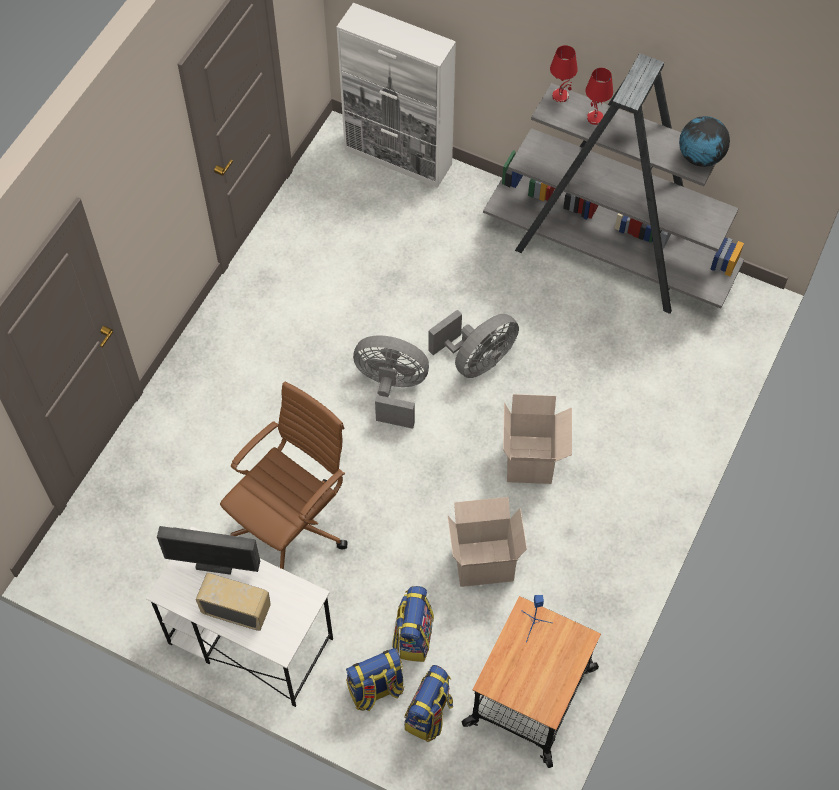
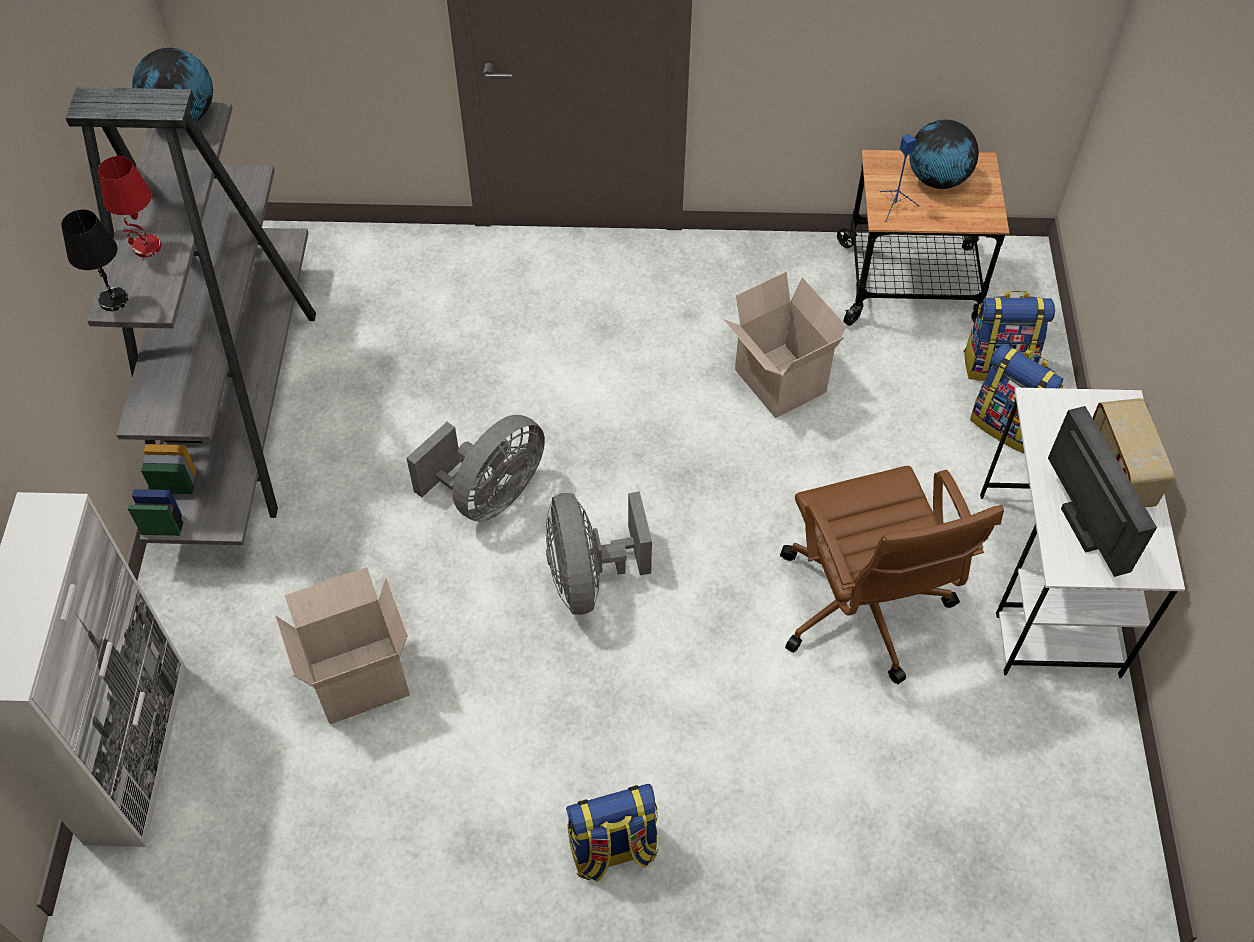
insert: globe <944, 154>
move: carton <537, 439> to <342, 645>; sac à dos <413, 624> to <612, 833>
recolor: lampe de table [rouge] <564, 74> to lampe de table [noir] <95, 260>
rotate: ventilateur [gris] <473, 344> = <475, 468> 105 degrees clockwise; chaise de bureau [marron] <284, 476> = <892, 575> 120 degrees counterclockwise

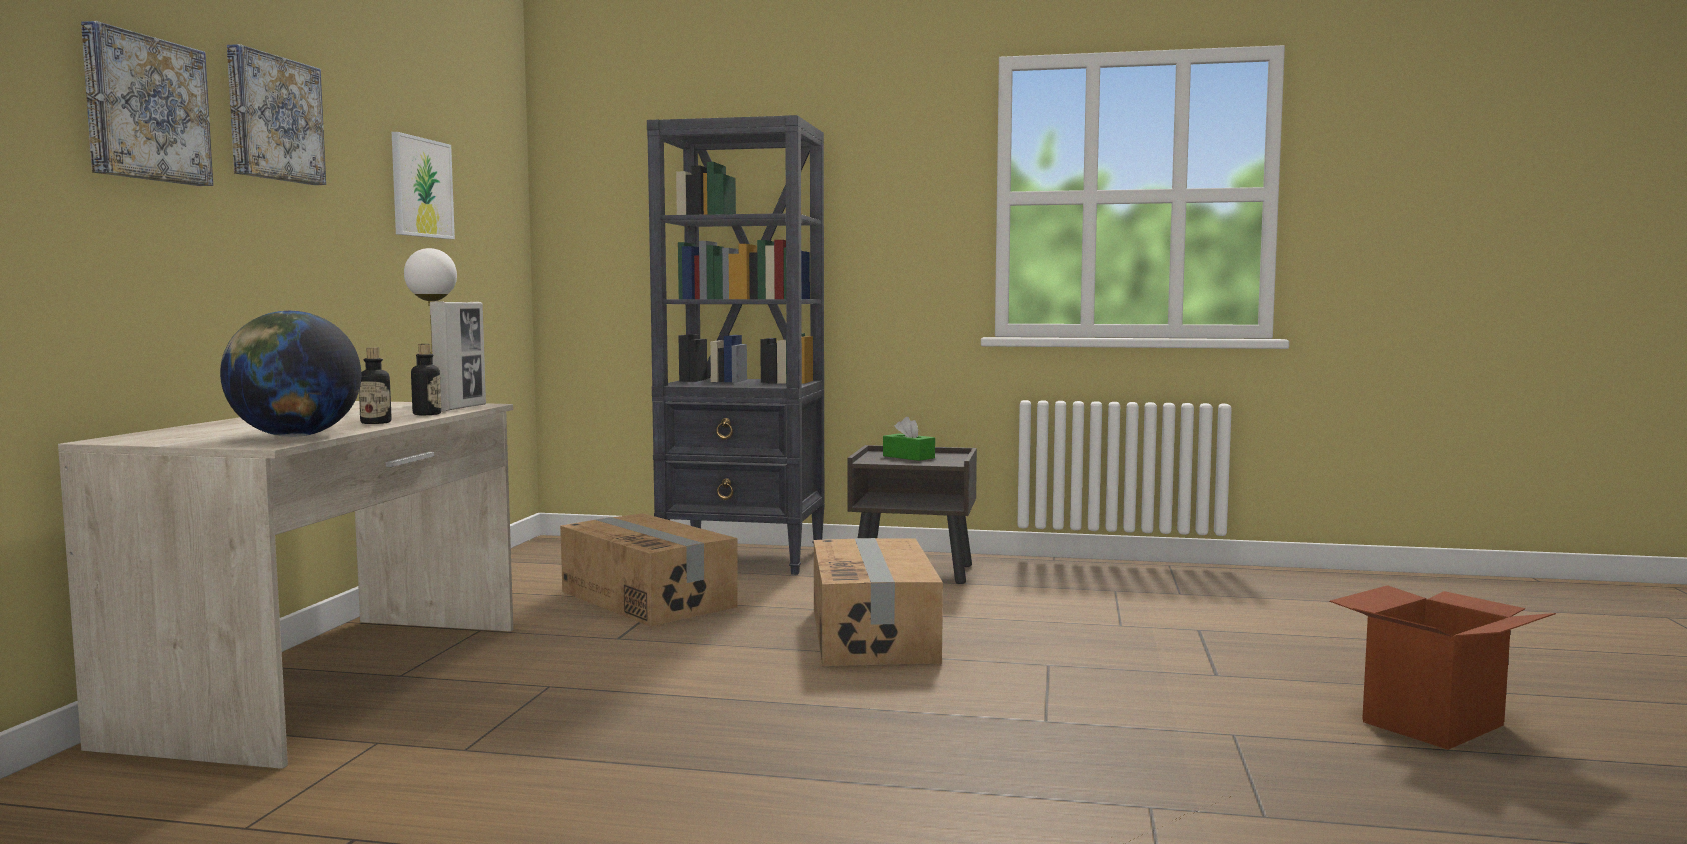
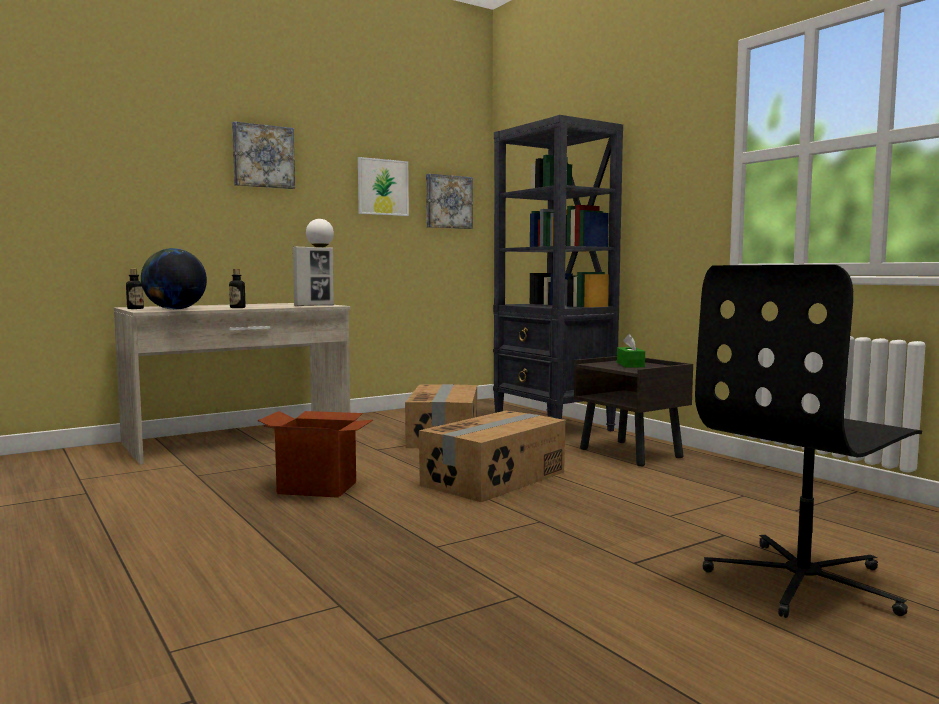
insert: chaise de bureau [noir] <808, 441>
move: tableau <147, 103> to <449, 201>; bouteille <426, 379> to <135, 289>; carton <1443, 667> to <315, 454>

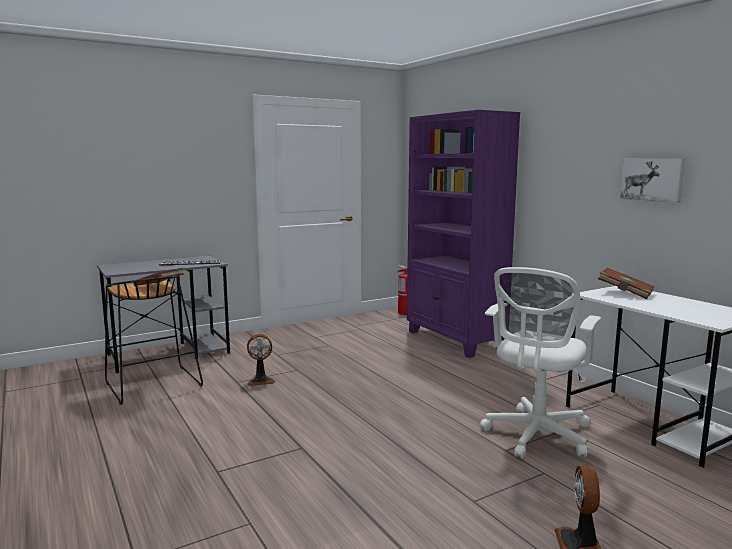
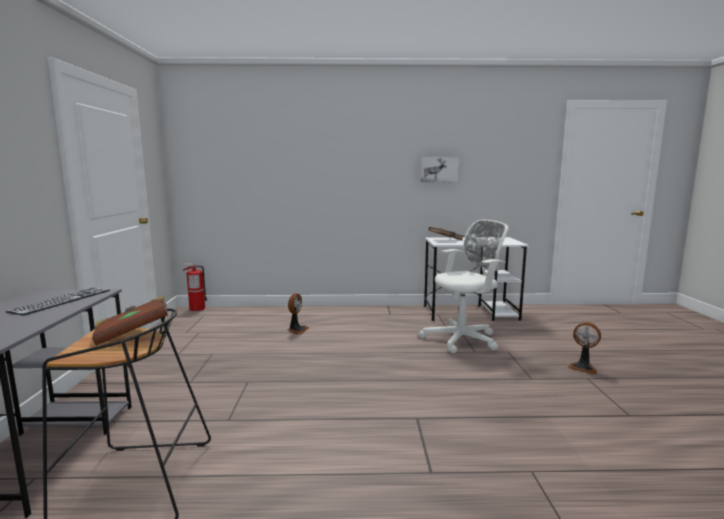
delete: bibliothèque [violet] <463, 234>
move: ventilateur <261, 360> to <298, 314>
rotate: chaise de bureau [blanc] <540, 363> = <463, 286> 90 degrees counterclockwise

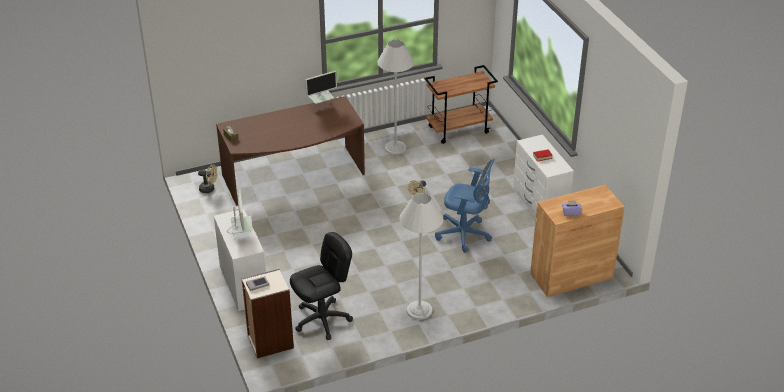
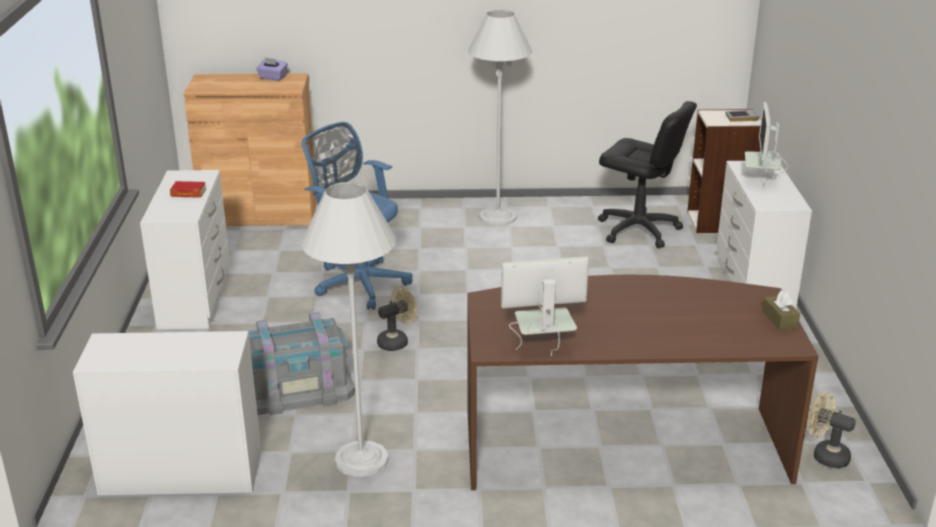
insert: boîte de rangement [gris] <301, 363>
replace: chariot [marron] <461, 104> to commode [blanc] <167, 413>
rotate: chaise de bureau [noir] <321, 286> = <647, 174> 135 degrees counterclockwise

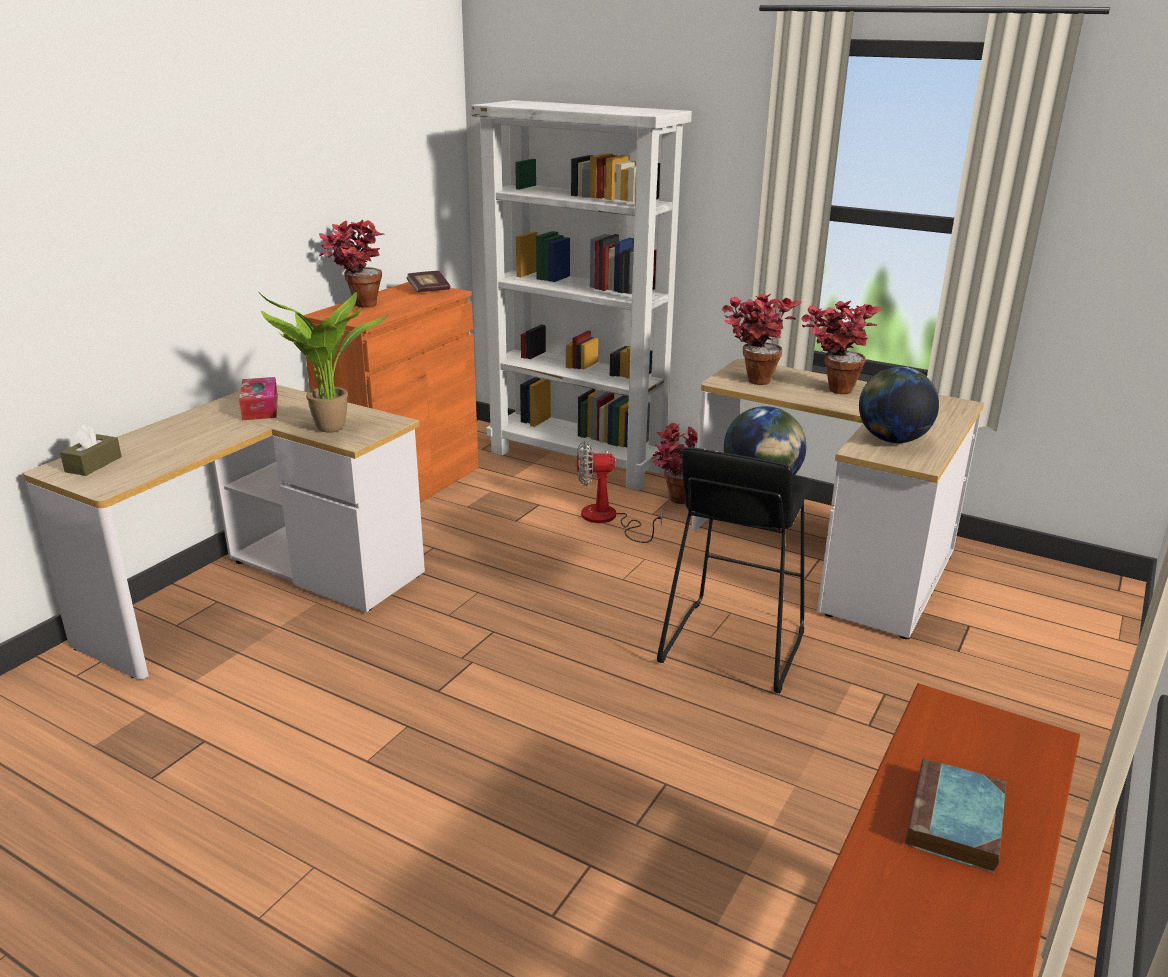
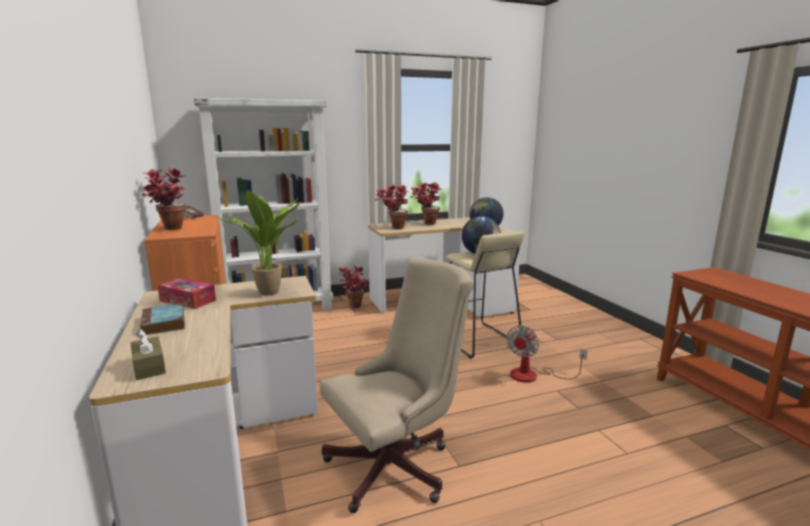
insert: chaise de bureau [beige] <397, 385>
move: ventilateur <620, 492> to <546, 354>; livre <956, 816> to <162, 319>
recolor: tabouret [noir] <734, 570> to tabouret [beige] <485, 294>

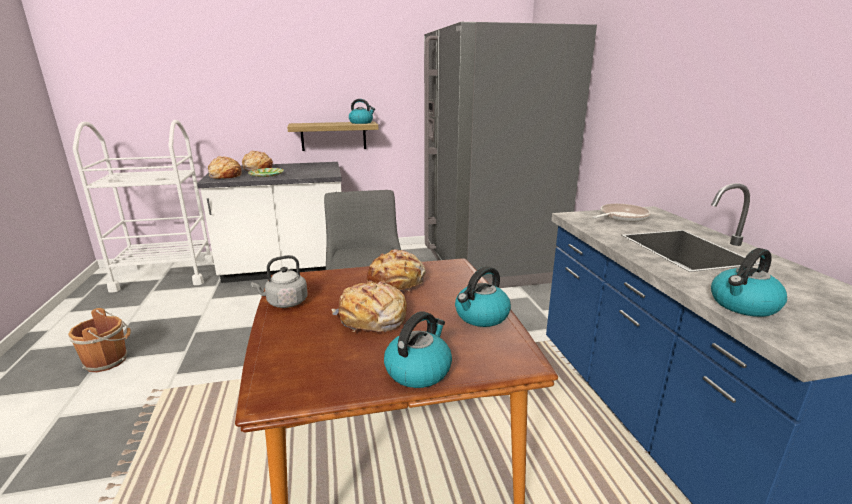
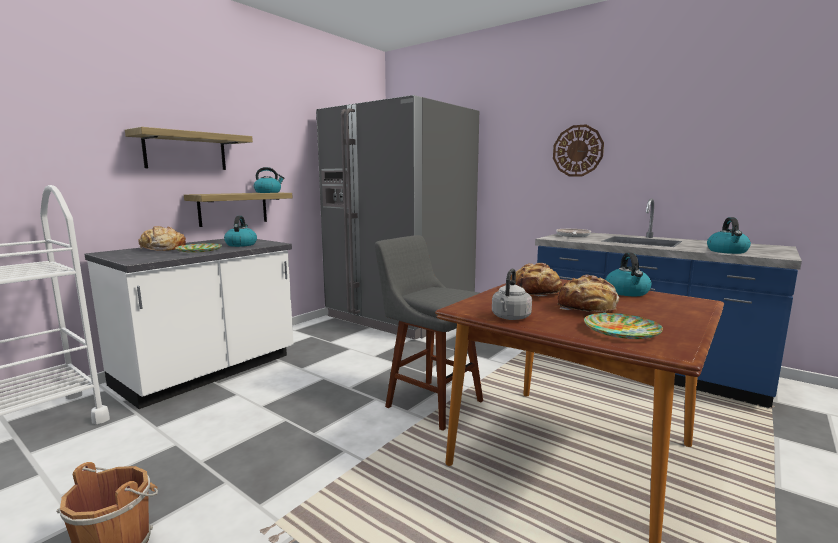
delete: pain <225, 167>
insert: horloge murale <578, 150>; étagère <189, 148>; assiette <623, 326>
move: bouilloire <418, 349> to <240, 231>

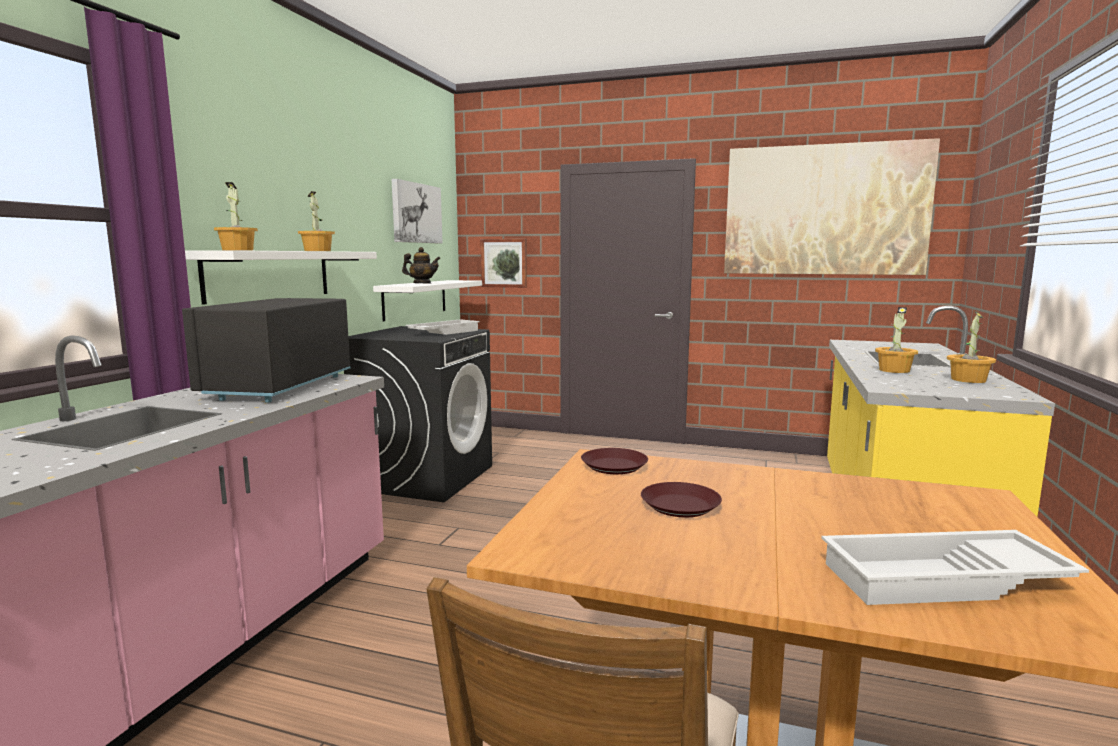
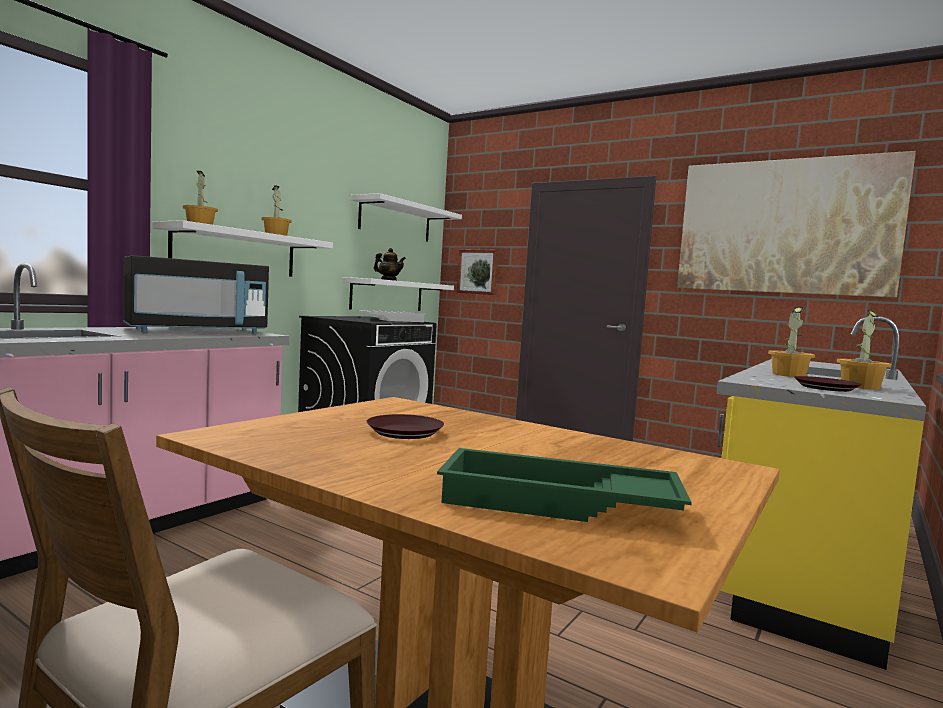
move: assiette [marron] <614, 461> to <827, 384>
replace: tableau <417, 211> to étagère [blanc] <406, 217>
recolor: plateau [blanc] <955, 567> to plateau [vert] <564, 485>
rotate: micro-ondes [noir] <266, 350> = <196, 294> 150 degrees counterclockwise

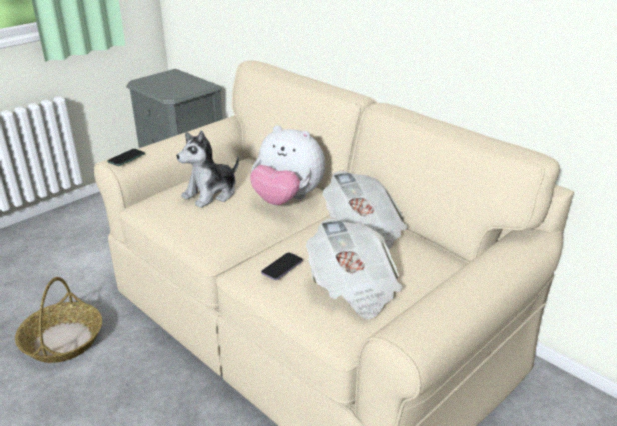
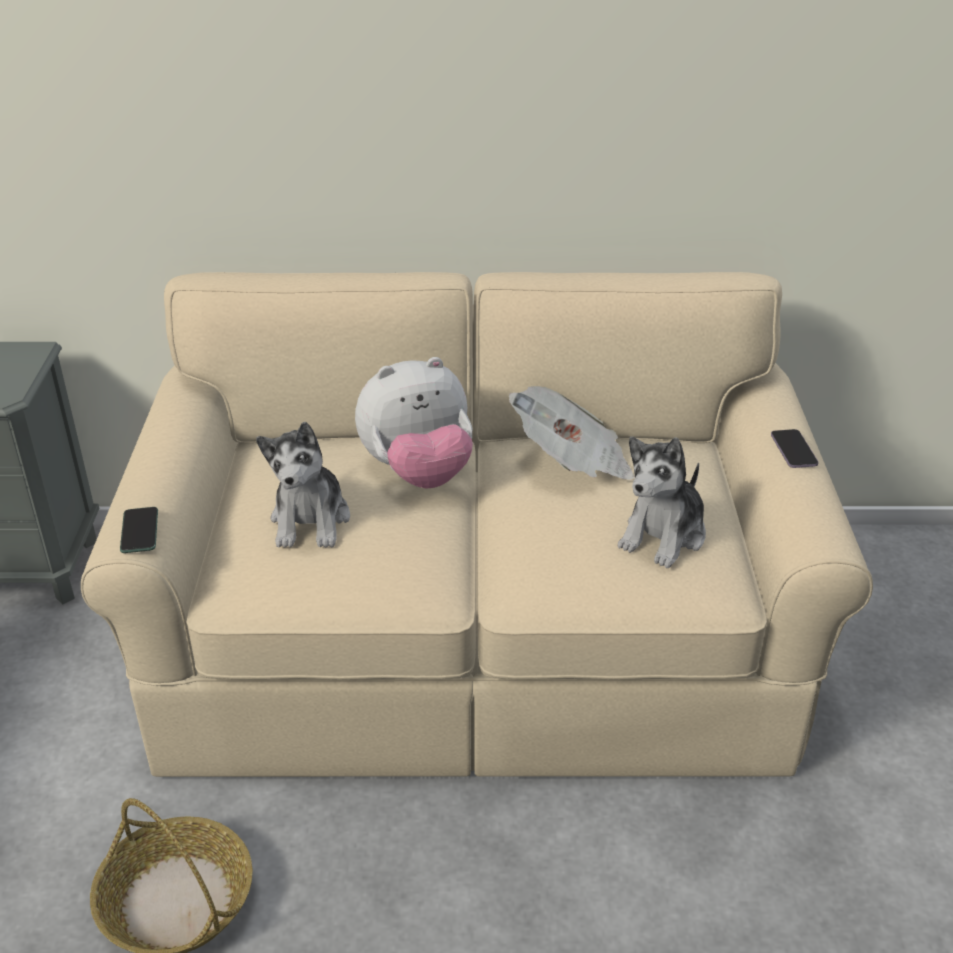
move: téléphone <282, 266> to <794, 448>
replace: journal <354, 268> to peluche <661, 502>

